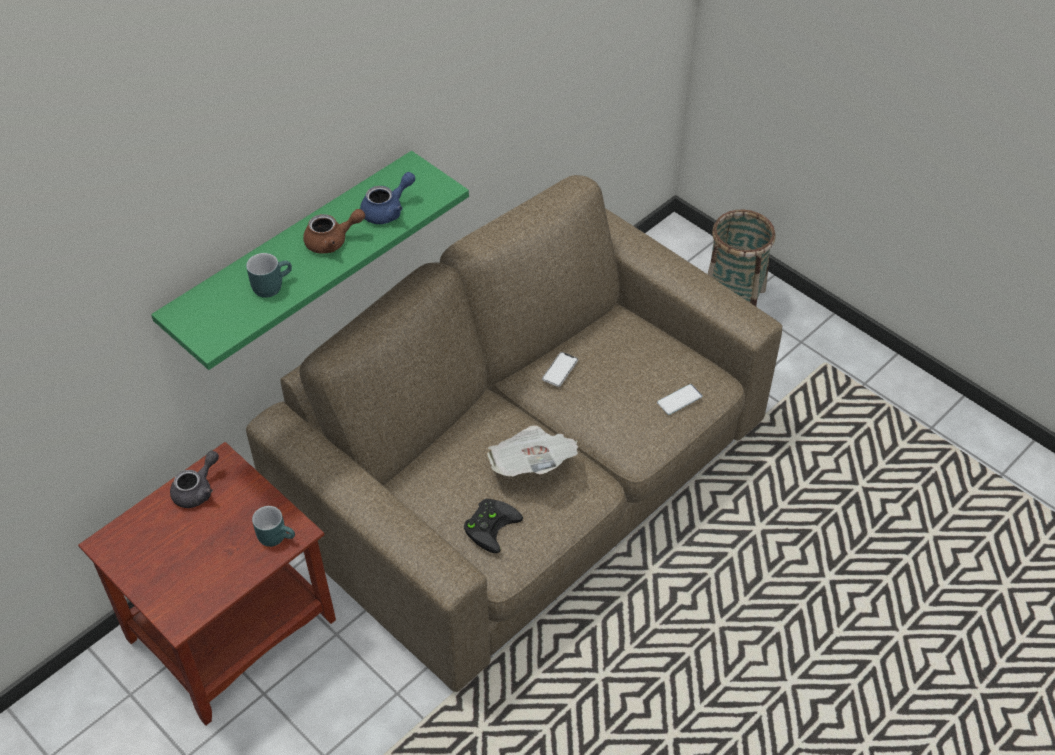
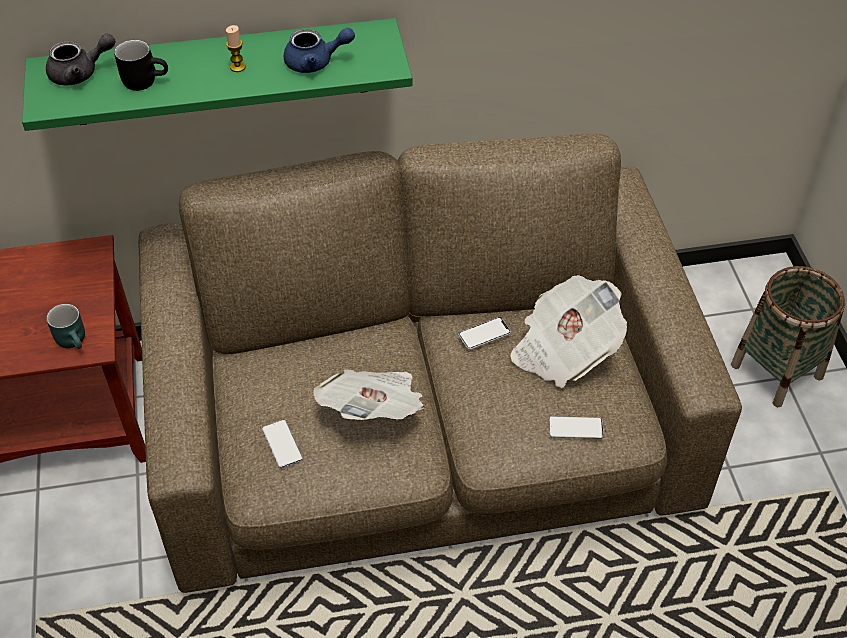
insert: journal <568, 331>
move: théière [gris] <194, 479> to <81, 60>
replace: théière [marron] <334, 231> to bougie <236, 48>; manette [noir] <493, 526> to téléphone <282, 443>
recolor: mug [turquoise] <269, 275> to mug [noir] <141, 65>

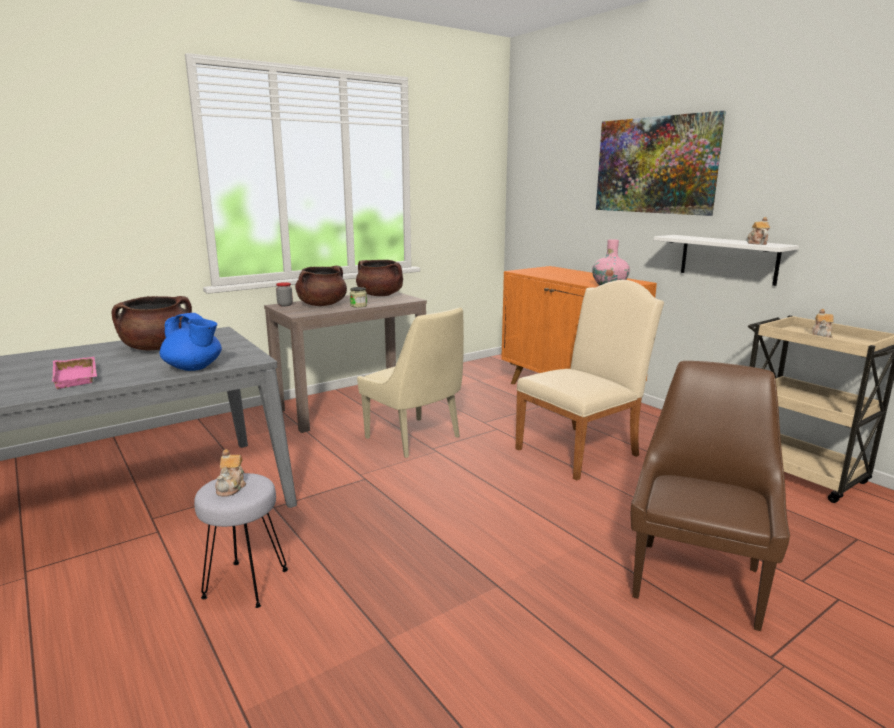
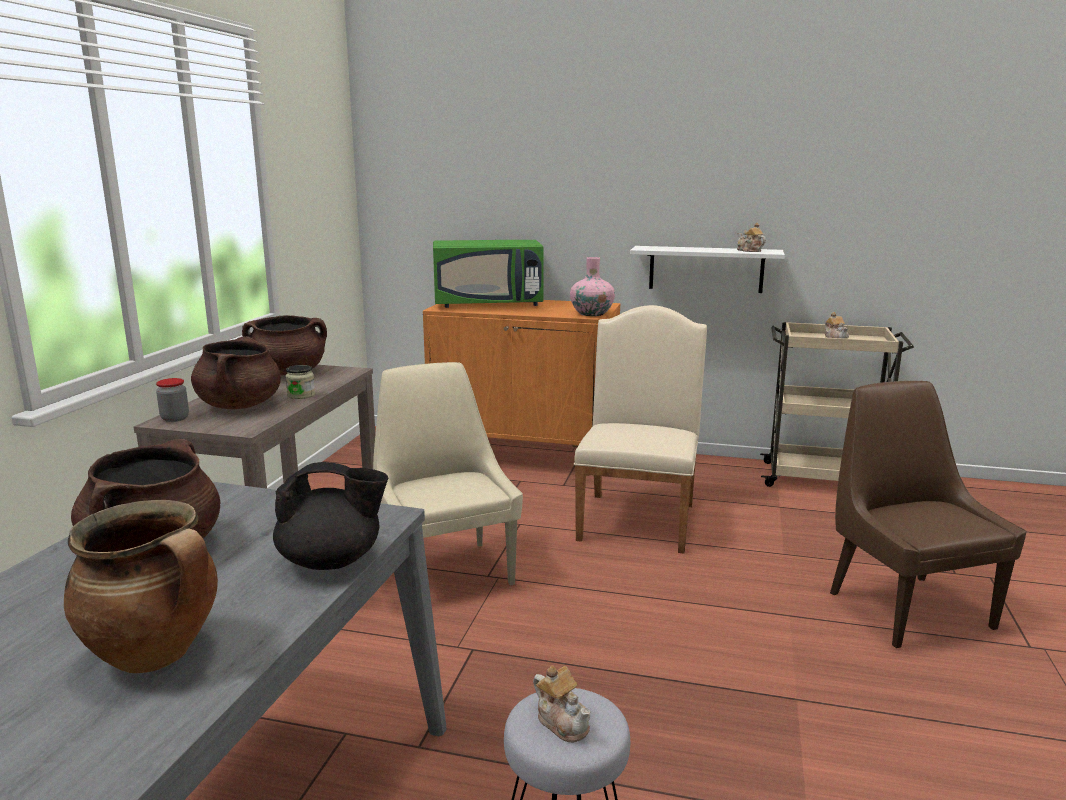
delete: tableau <661, 163>
insert: micro-ondes [vert] <488, 274>
replace: plateau [rose] <74, 373> to marmite <141, 586>
recolor: théière [bleu] <191, 342> to théière [noir] <330, 516>
rotate: chaise [beige] <410, 382> = <448, 474> 120 degrees counterclockwise

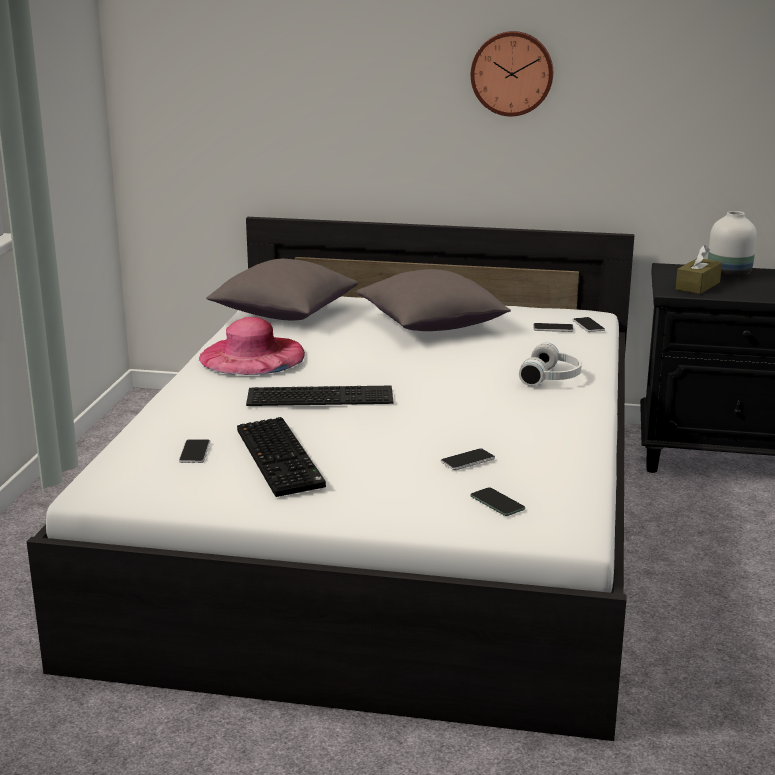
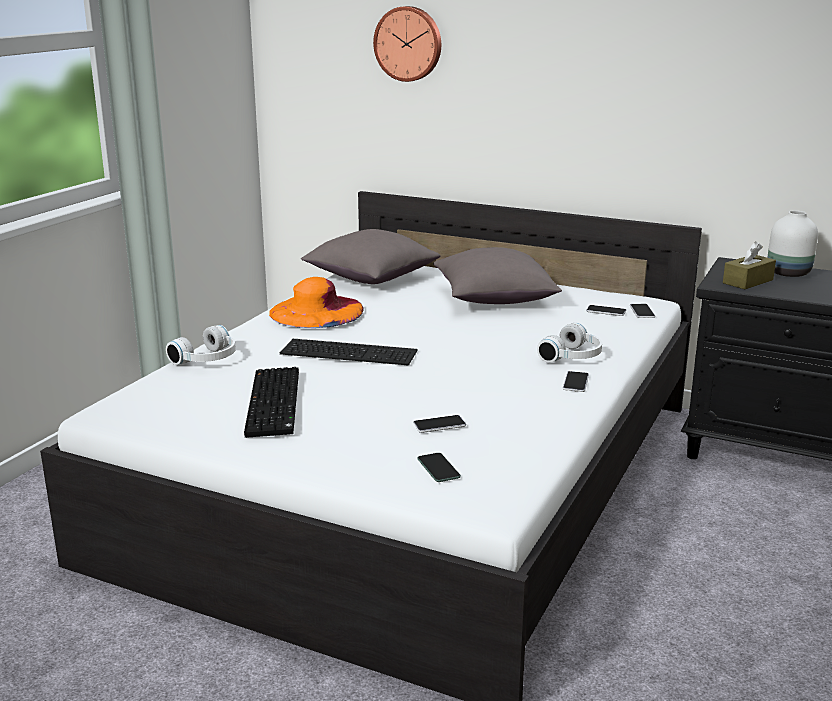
insert: casque audio [blanc] <201, 345>
move: horloge murale <512, 73> to <407, 44>; téléphone <194, 451> to <576, 381>
recolor: chapeau [rose] <252, 346> to chapeau [orange] <316, 302>

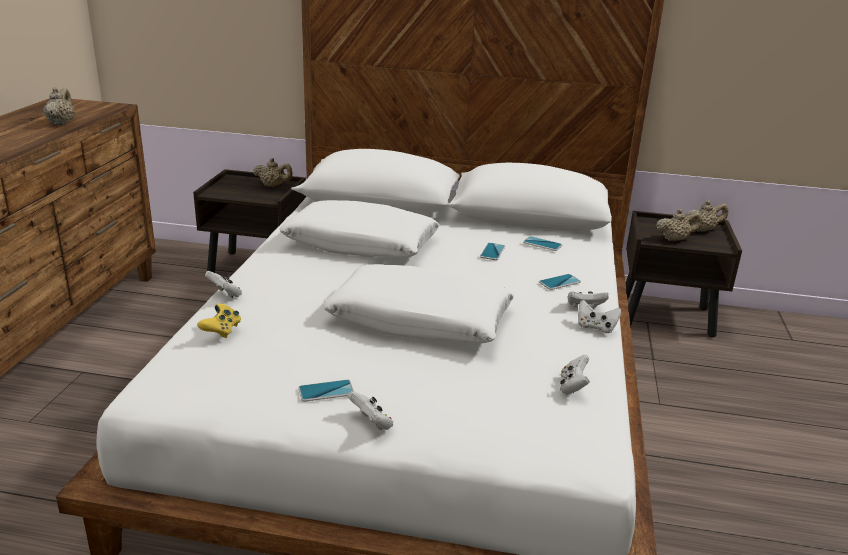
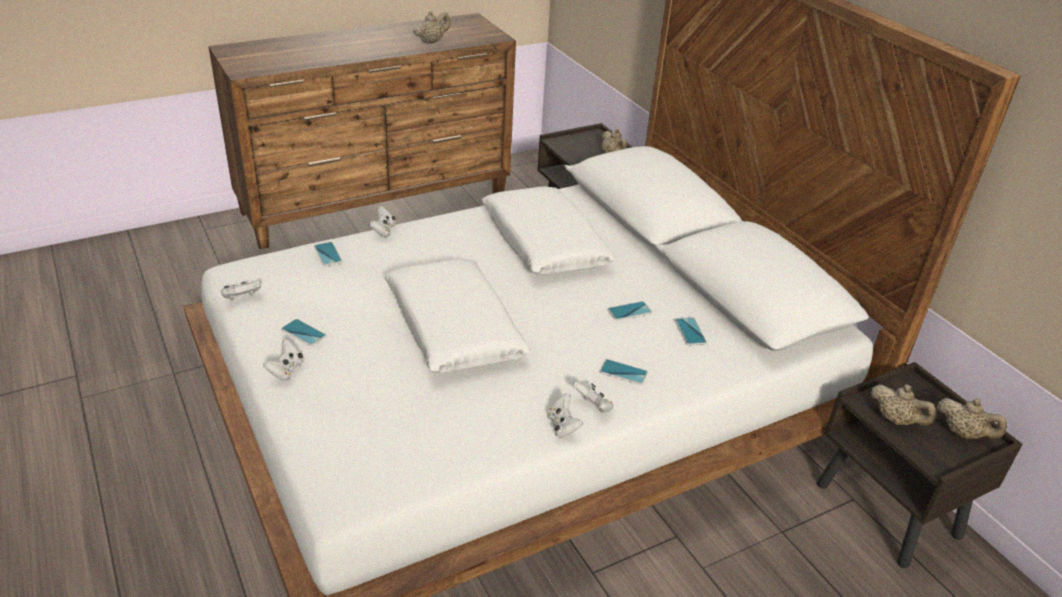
move: manette [blanc] <575, 374> to <241, 290>
replace: manette [jaune] <219, 320> to téléphone <328, 254>

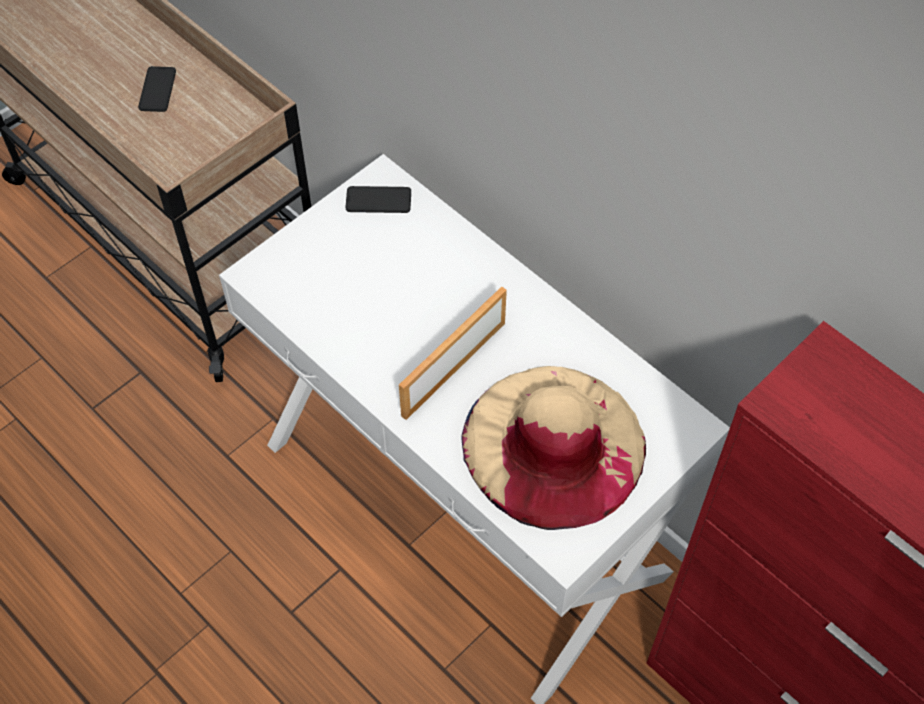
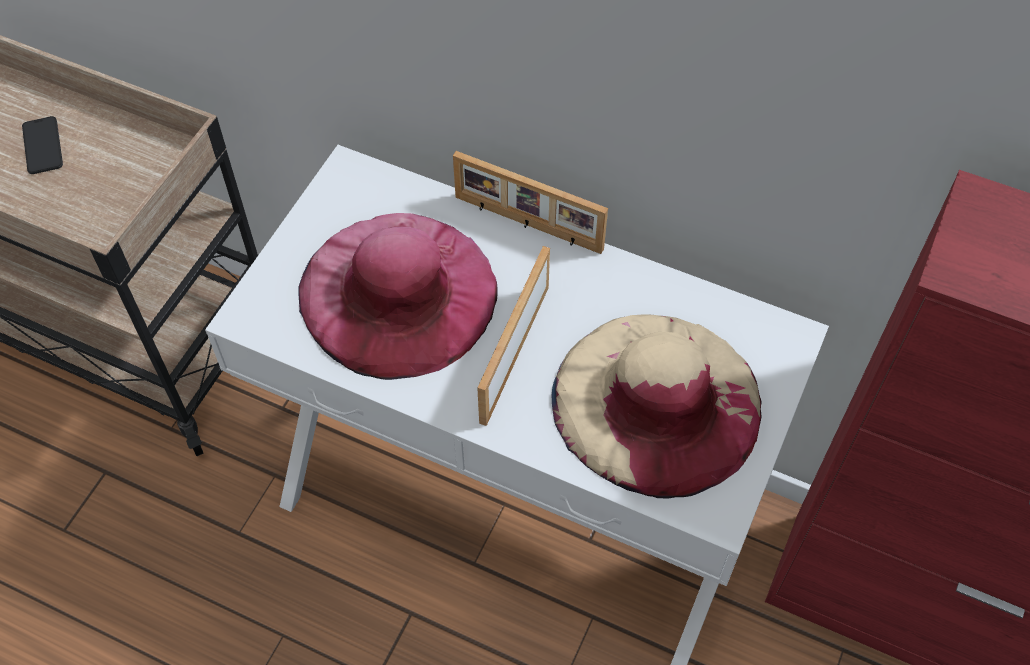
delete: téléphone <378, 199>
insert: cadre photo <530, 202>; chapeau [rose] <398, 296>

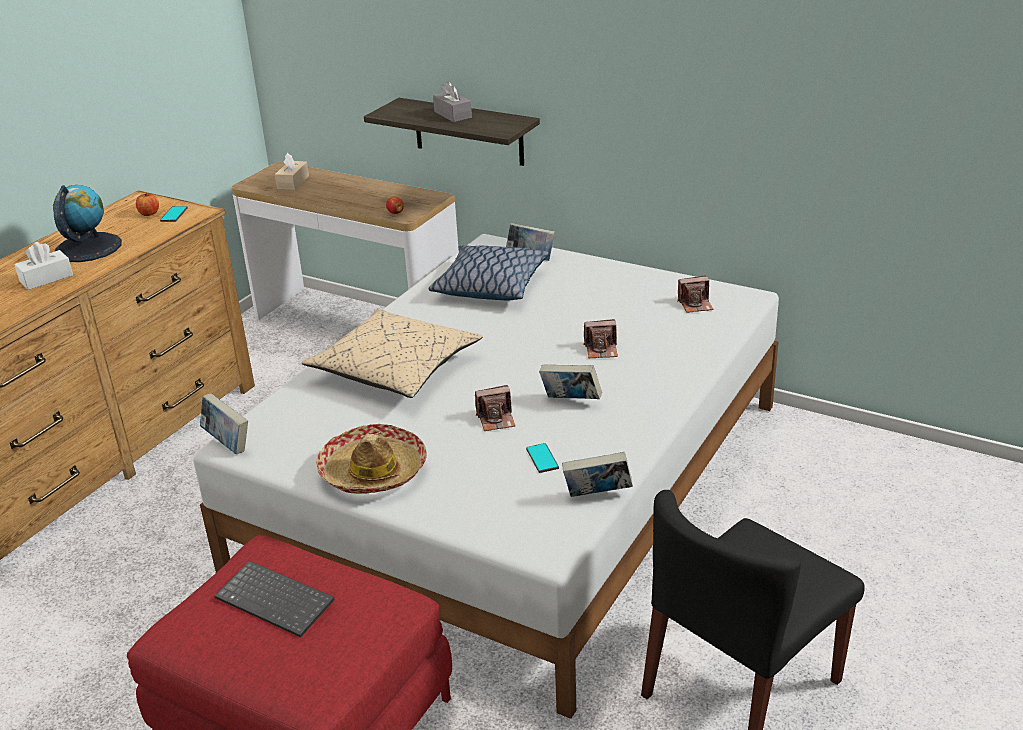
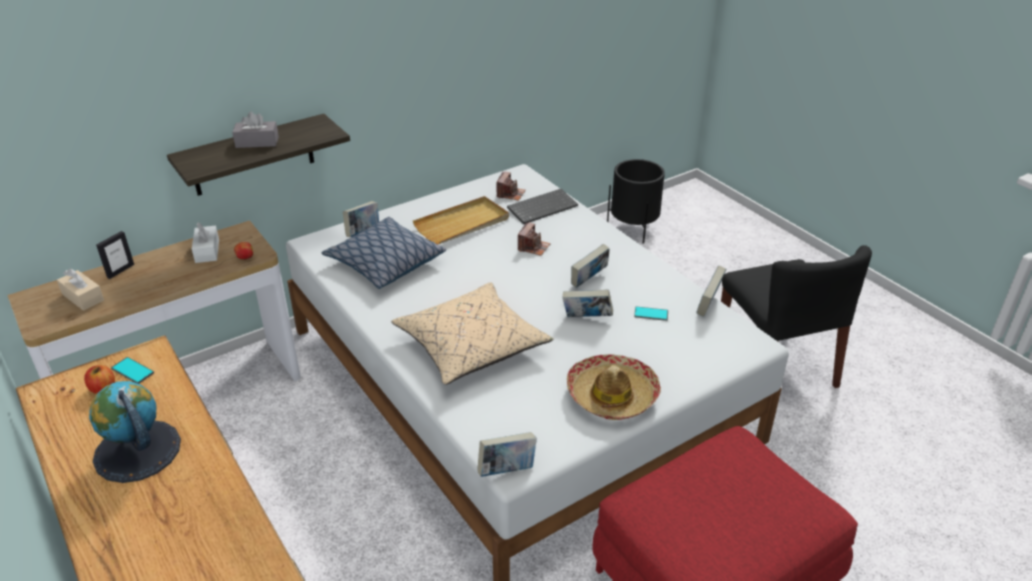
insert: cache-pot [noir] <636, 201>; plateau [beige] <461, 220>; cadre photo <115, 255>
move: boîte à mouchoirs [blanc] <43, 266> to <205, 242>; clavier <275, 599> to <542, 206>
replace: appareil photo <495, 408> to livre <588, 303>

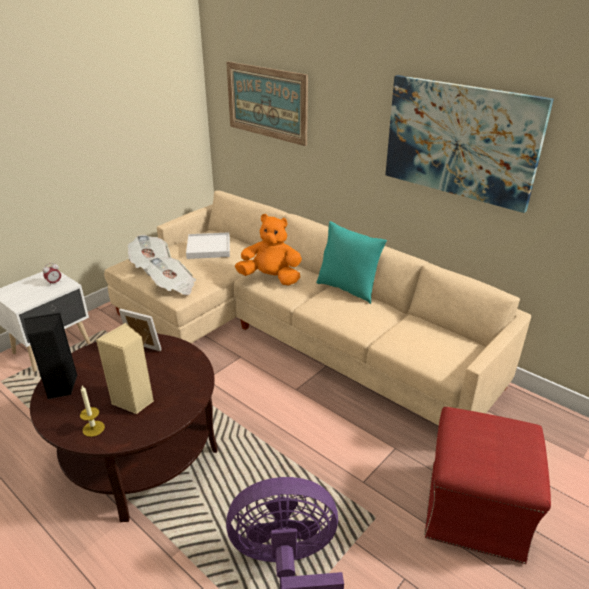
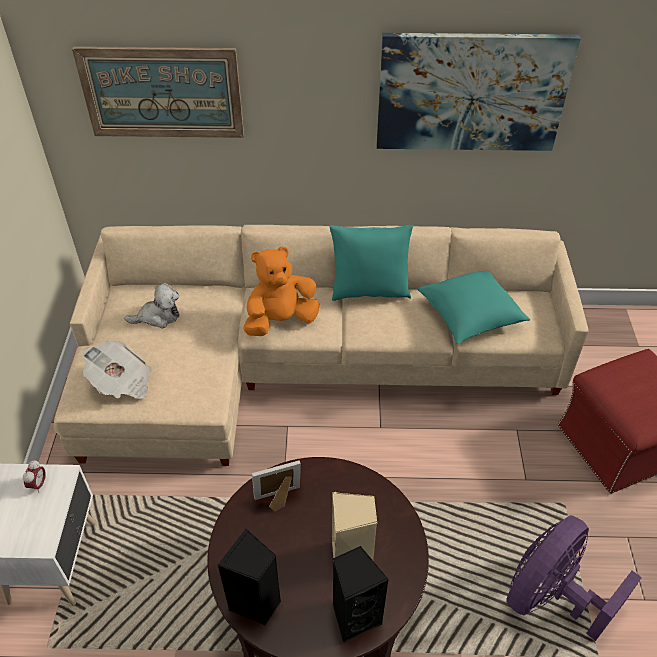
delete: journal <171, 276>
insert: coussin [turquoise] <473, 307>
replace: plateau [blanc] <208, 245> to peluche <152, 306>; bougie <92, 411> to enceinte [noir] <361, 594>

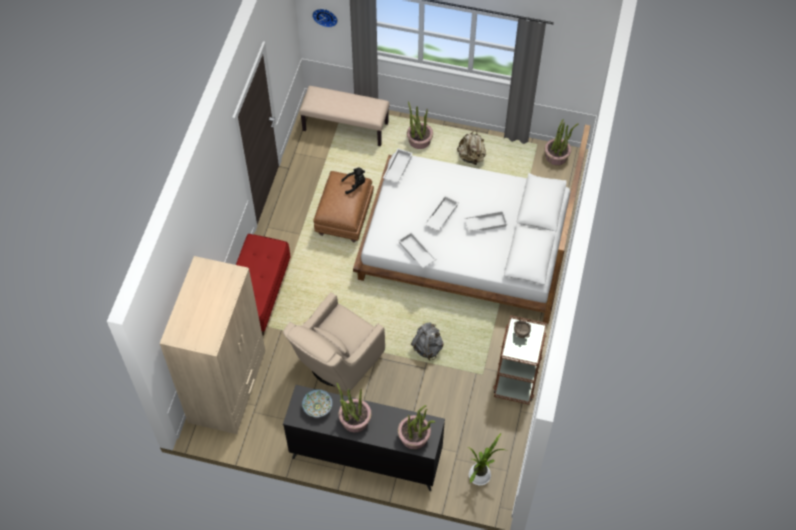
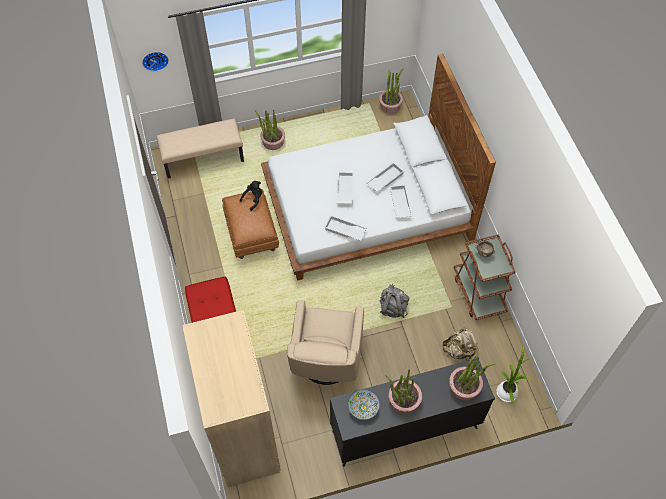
move: sac à dos [beige] <471, 148> to <461, 343>; plateau [blanc] <398, 165> to <401, 201>

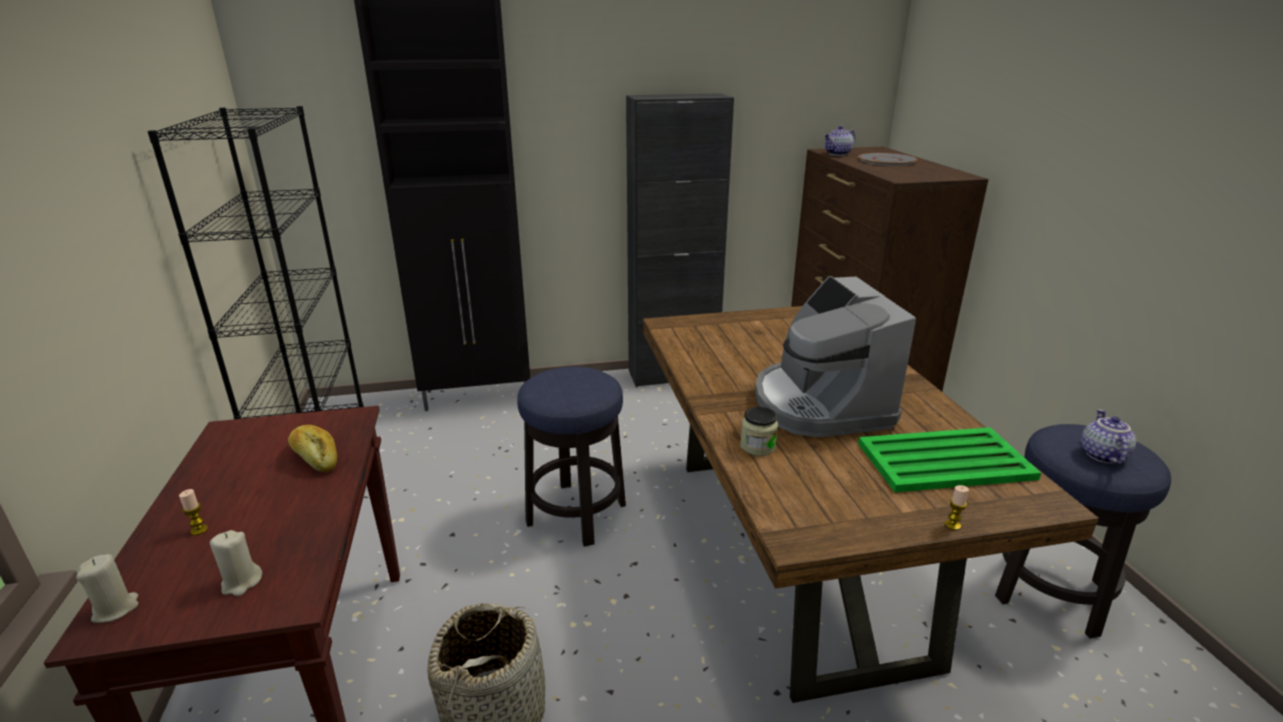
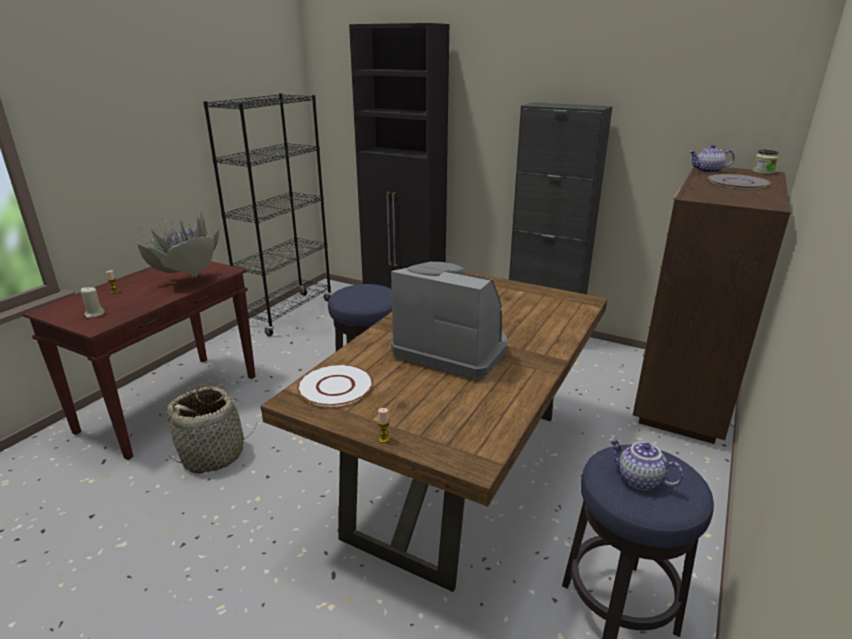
delete: plateau [vert] <949, 459>; bougie [beige] <107, 588>
insert: assiette [blanc] <335, 385>
move: bocal <759, 431> to <765, 162>
replace: pain <312, 448> to plante en pot <178, 240>
rotate: machine à café <835, 356> = <449, 321> 90 degrees clockwise; théière <1108, 436> = <646, 464> 105 degrees counterclockwise

